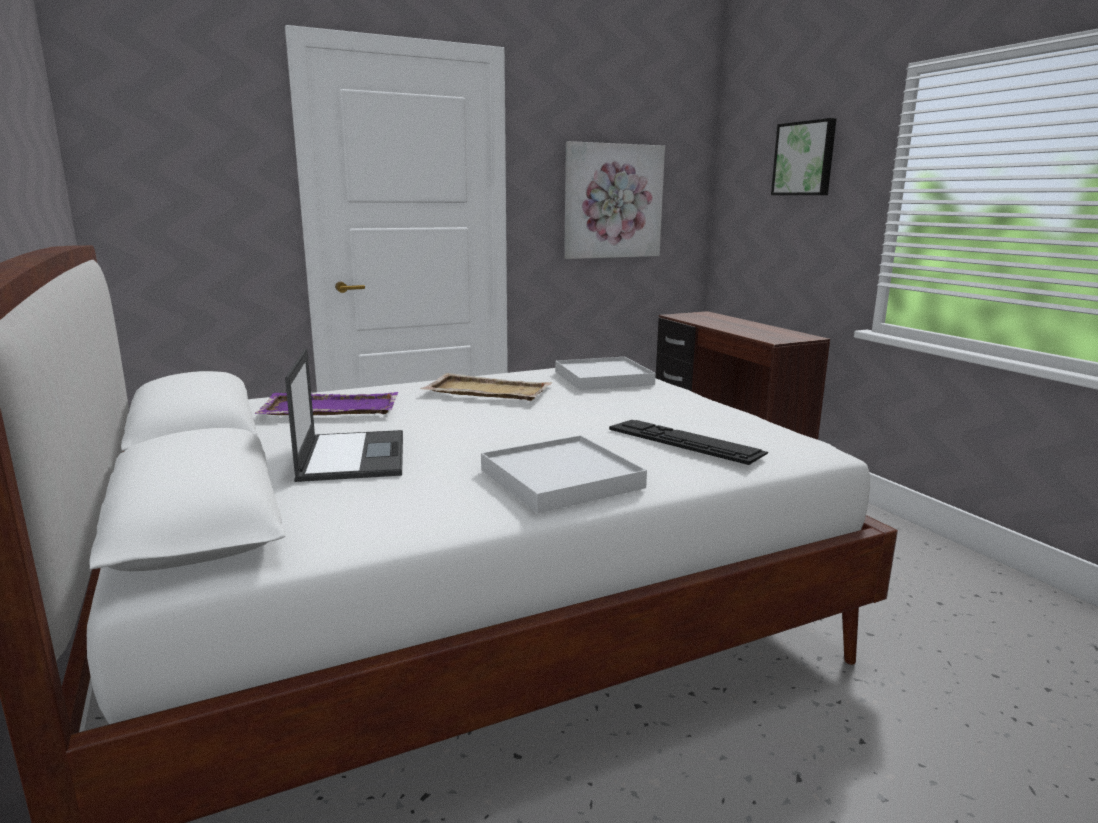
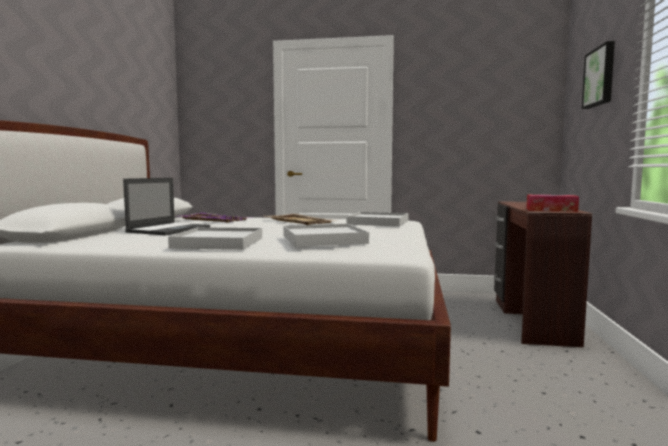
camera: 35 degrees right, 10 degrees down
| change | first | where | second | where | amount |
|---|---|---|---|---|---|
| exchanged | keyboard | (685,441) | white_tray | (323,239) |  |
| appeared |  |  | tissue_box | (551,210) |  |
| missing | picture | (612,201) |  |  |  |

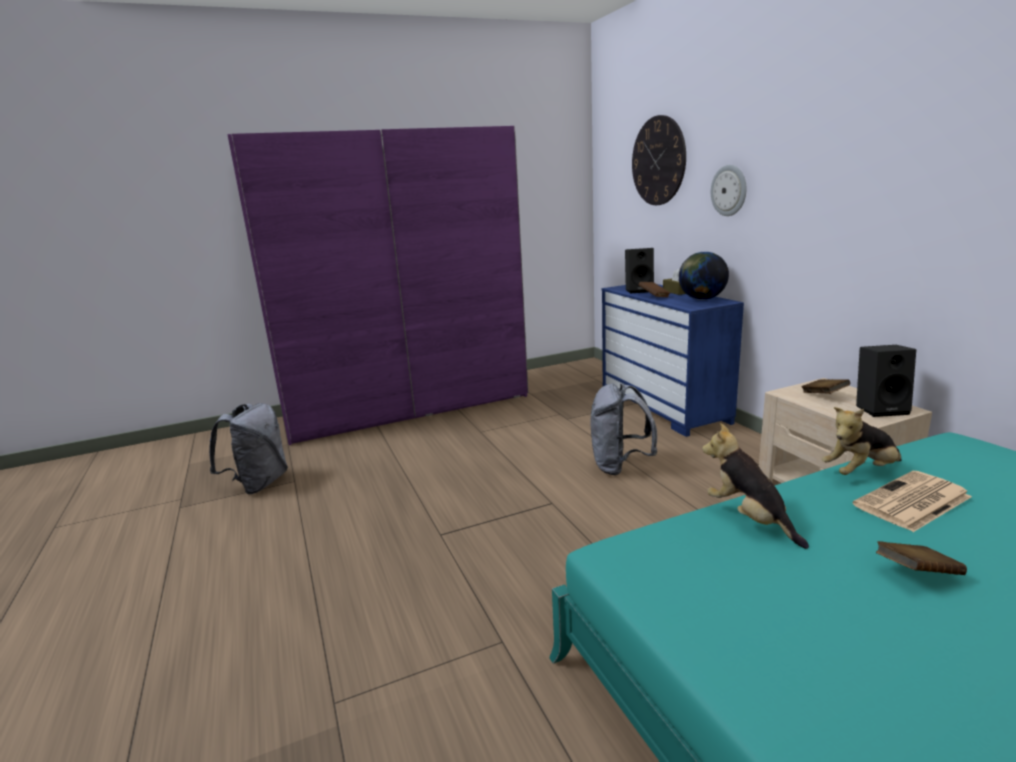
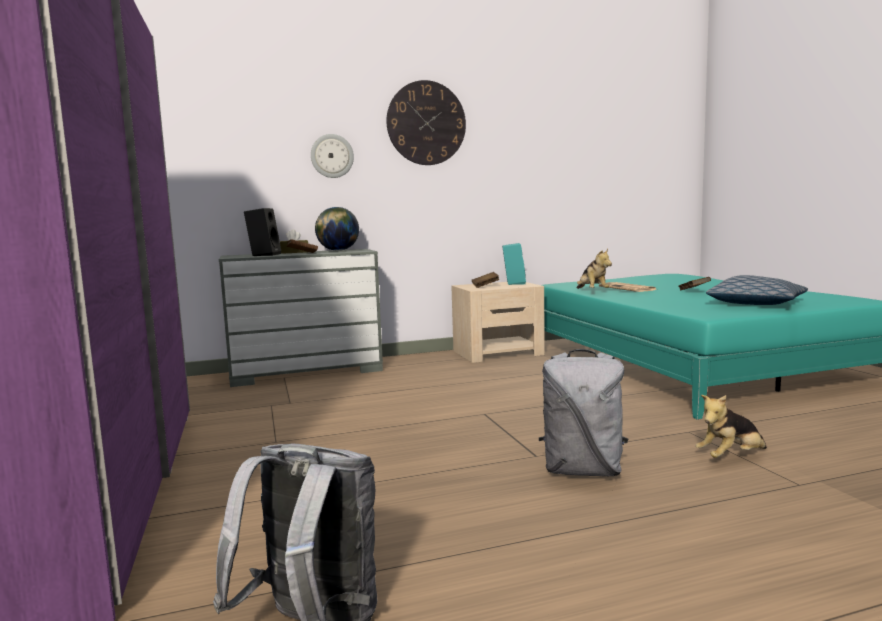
camera: 85 degrees left, 10 degrees down
| change | first | where | second | where | amount |
|---|---|---|---|---|---|
| colour | blue_dresser | (664,406) | grey_dresser | (306,371) |  |
| relocated | wall_clock | (658,161) |  | (426,123) |  |
| colour | black_speaker | (880,409) | turquoise_speaker | (513,283) |  |
| relocated | grey_backpack | (619,466) |  | (582,470) |  |
| relocated | plush_toy | (749,519) |  | (731,457) |  |
| appeared |  |  | pillow | (757,304) |  |

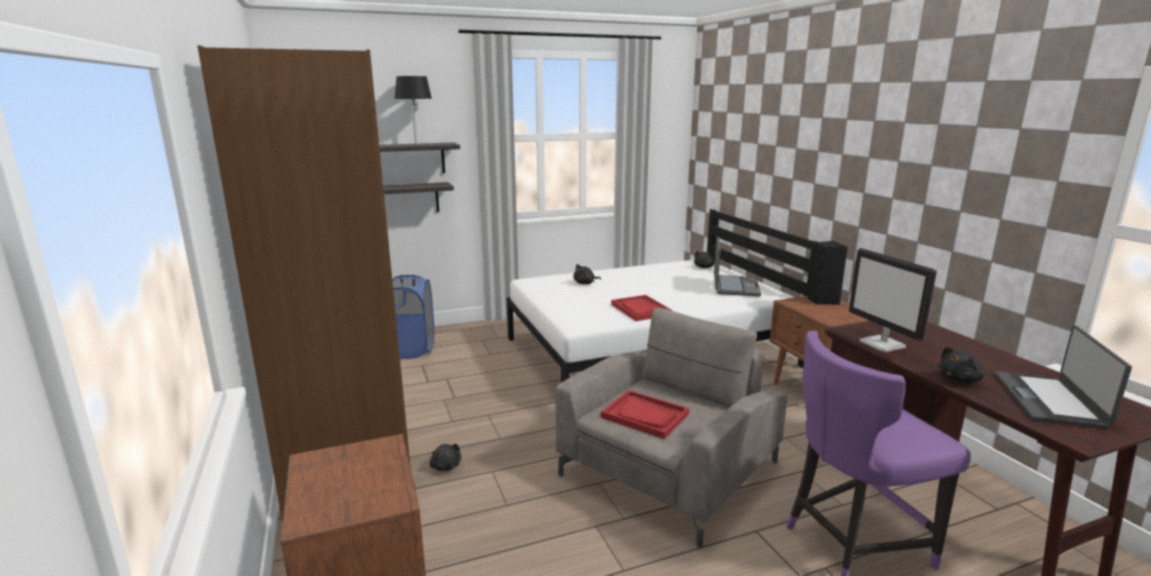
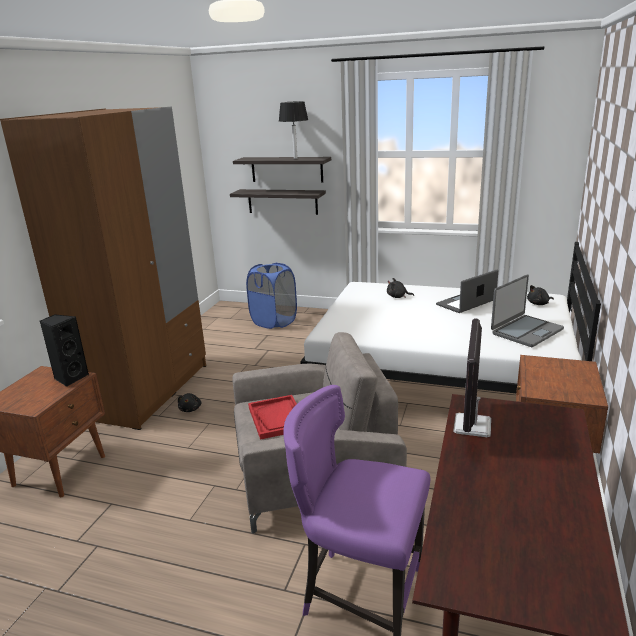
camera: 40 degrees right, 5 degrees up
| change | first | where | second | where | amount |
|---|---|---|---|---|---|
| relocated | black_speaker | (822,301) |  | (70,378) |  |
| relocated | laptop | (1050,400) |  | (466,303) |  |
| missing | red_tray | (640,309) |  |  |  |
| missing | black_plush_toy | (960,379) |  |  |  |

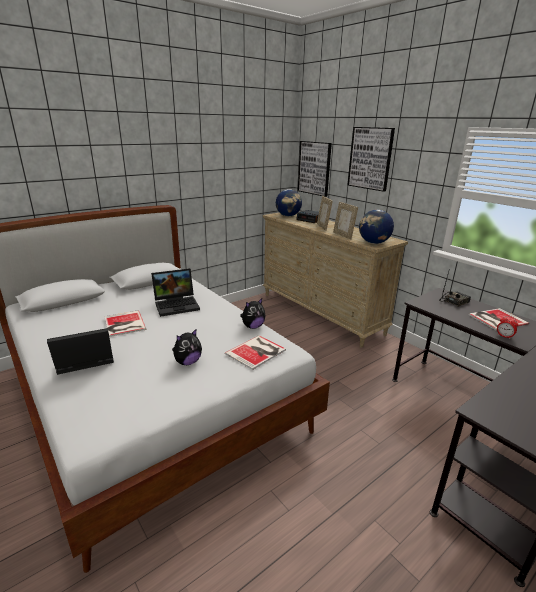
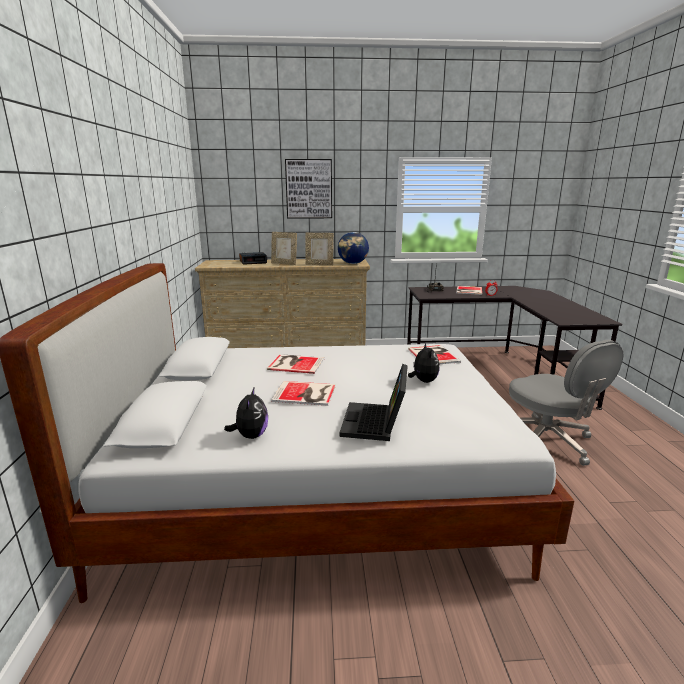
camera: 55 degrees left, 5 degrees down
| change | first | where | second | where | amount |
|---|---|---|---|---|---|
| relocated | plush_toy | (253,326) |  | (250,436) |  |
| exchanged | laptop | (177,305) | book | (295,364) |  |
| appeared |  |  | grey_office_chair | (547,441) |  |
| missing | globe | (288,216) |  |  |  |
| missing | picture | (314,168) |  |  |  |

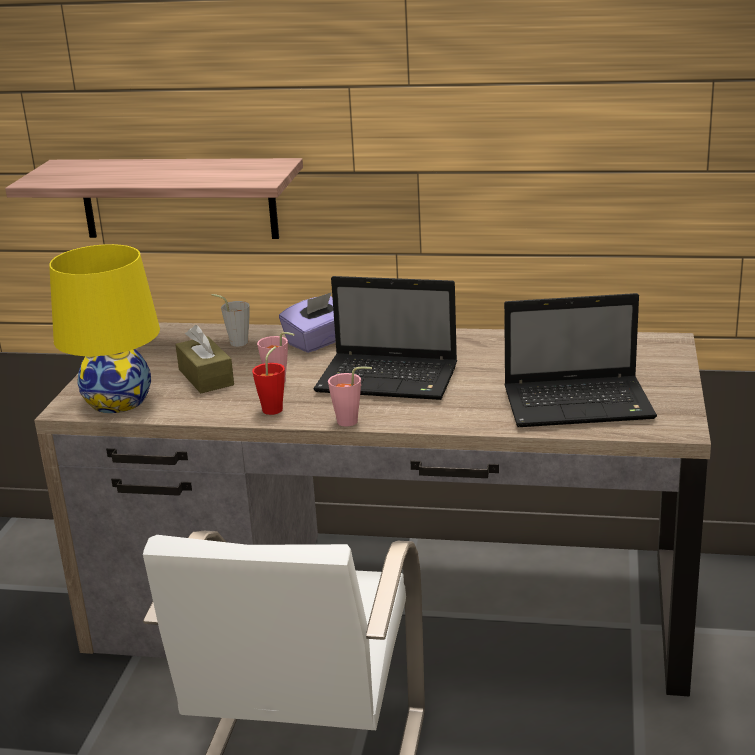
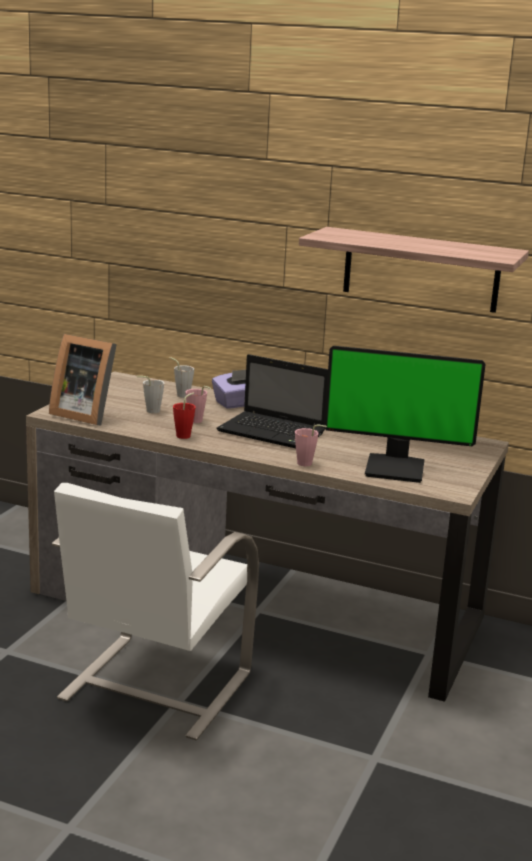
camera: 10 degrees right, 5 degrees down
| change | first | where | second | where | amount |
|---|---|---|---|---|---|
| exchanged | yellow_table_lamp | (118,401) | picture_frame | (85,414) |  |
| exchanged | brown_tissue_box | (206,377) | grey_cup | (149,411) |  |
| relocated | pink_cup | (352,422) |  | (307,464) |  |
| relocated | shelf | (178,198) |  | (421,270) |  |
| exchanged | laptop | (581,404) | monitor | (396,468) |  |

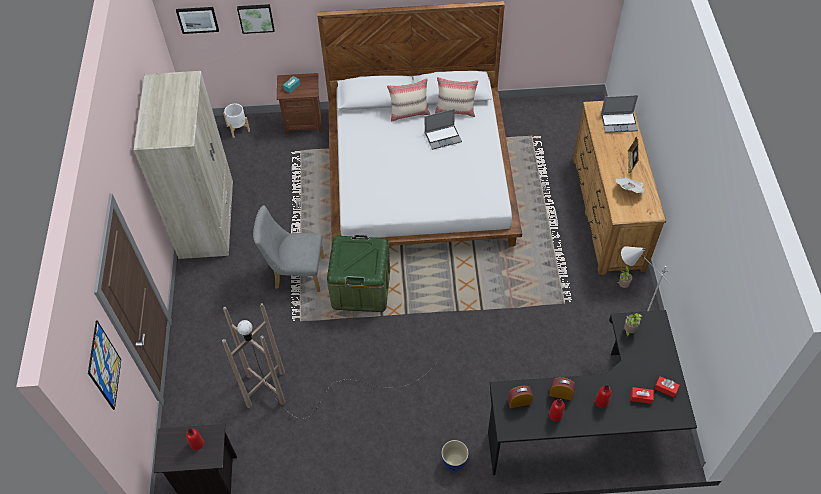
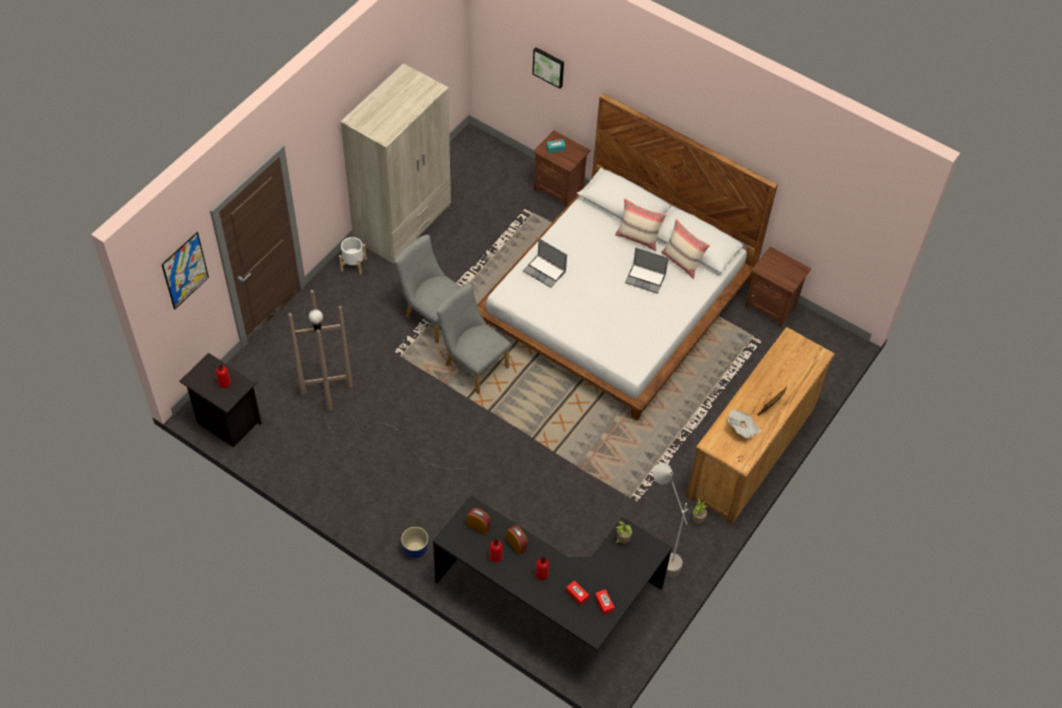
camera: 35 degrees right, 0 degrees up
| change | first | where | second | where | amount |
|---|---|---|---|---|---|
| relocated | white_planter | (238,128) |  | (353,264) |  |
| exchanged | green_storage_box | (361,288) | grey_chair | (473,364) |  |
| relocated | laptop | (619,122) |  | (545,271) |  |
| appeared |  |  | brown_nightstand | (771,306) |  |
| missing | picture | (197,19) |  |  |  |

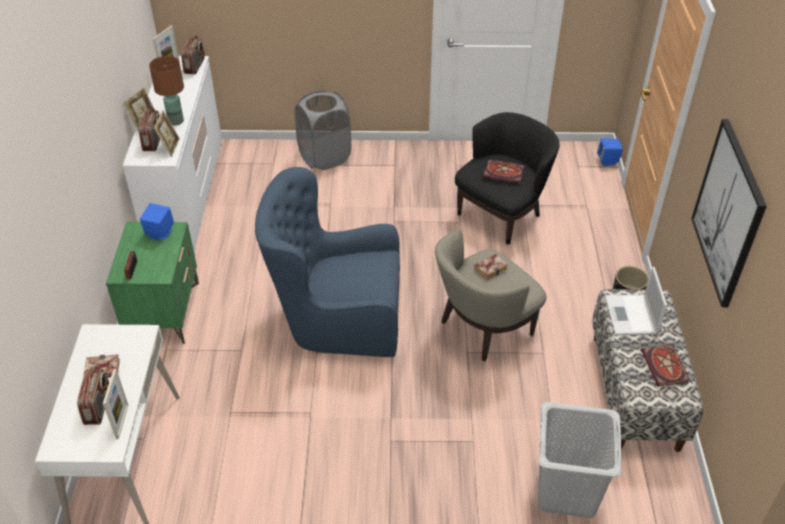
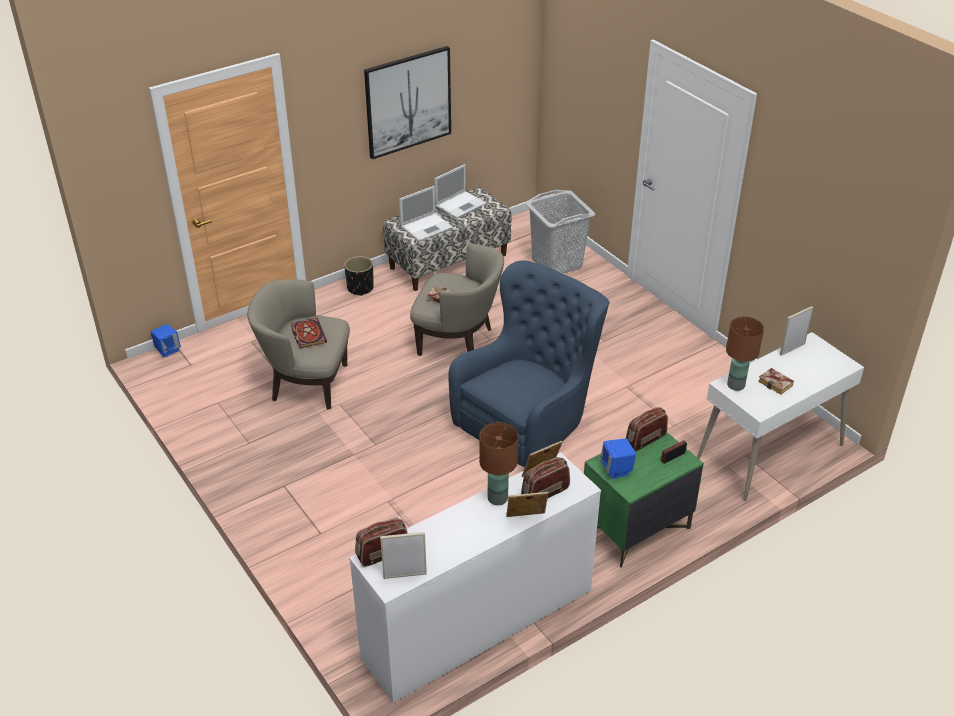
camera: 125 degrees left, 5 degrees down
| change | first | where | second | where | amount |
|---|---|---|---|---|---|
| colour | black_armchair | (501,214) | beige_armchair | (306,383) |  |
| exchanged | book | (665,367) | laptop | (461,204) |  |
| spun | blue_armchair | (336,319) |  | (529,419) | 105 degrees counterclockwise |
| relocated | radio | (98,406) |  | (645,439) |  |
| appeared |  |  | brown_table_lamp | (735,385) |  |
| missing | grey_laundry_basket | (324,157) |  |  |  |

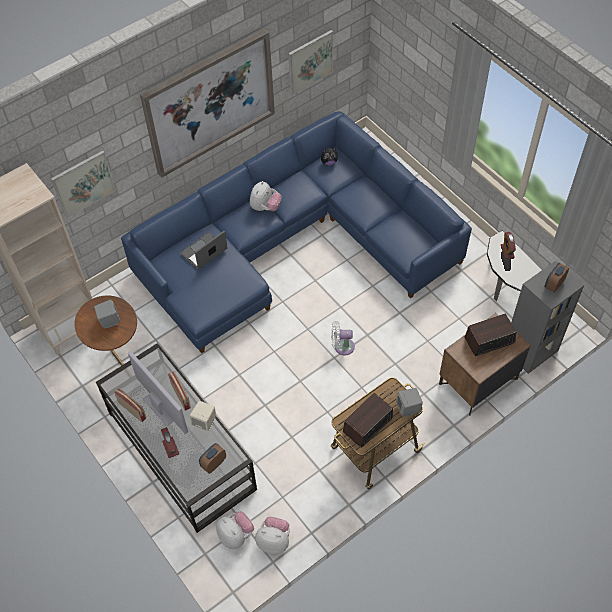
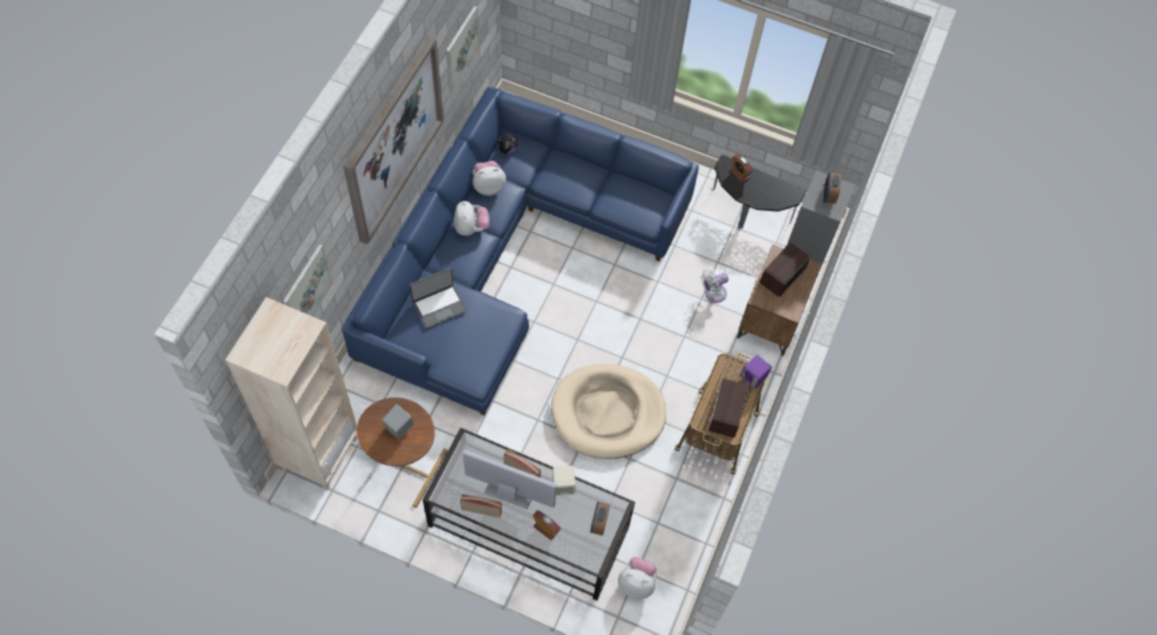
camera: 35 degrees left, 5 degrees up
| change | first | where | second | where | amount |
|---|---|---|---|---|---|
| spun | laptop | (204,252) |  | (439,306) | 135 degrees counterclockwise |
| relocated | plush_toy | (274,541) |  | (488,186) |  |
| appeared |  |  | beige_dog_bed | (608,413) |  |
| relocated | white_fan | (342,346) |  | (713,294) |  |
| colour | grey_speaker | (408,408) | purple_speaker | (753,378) |  |

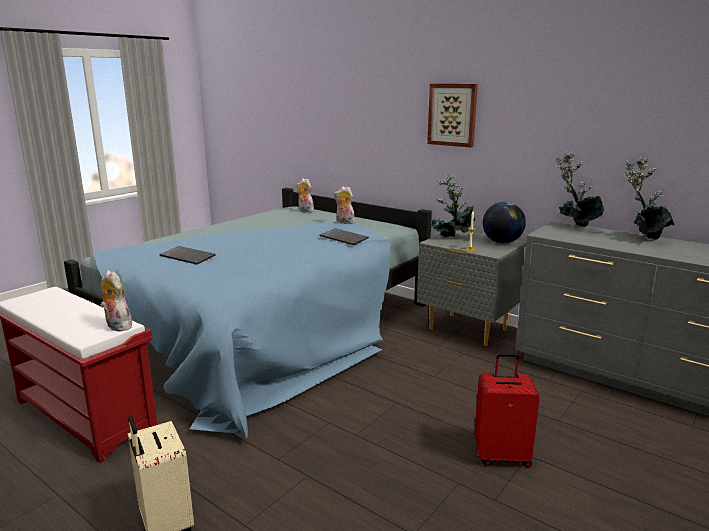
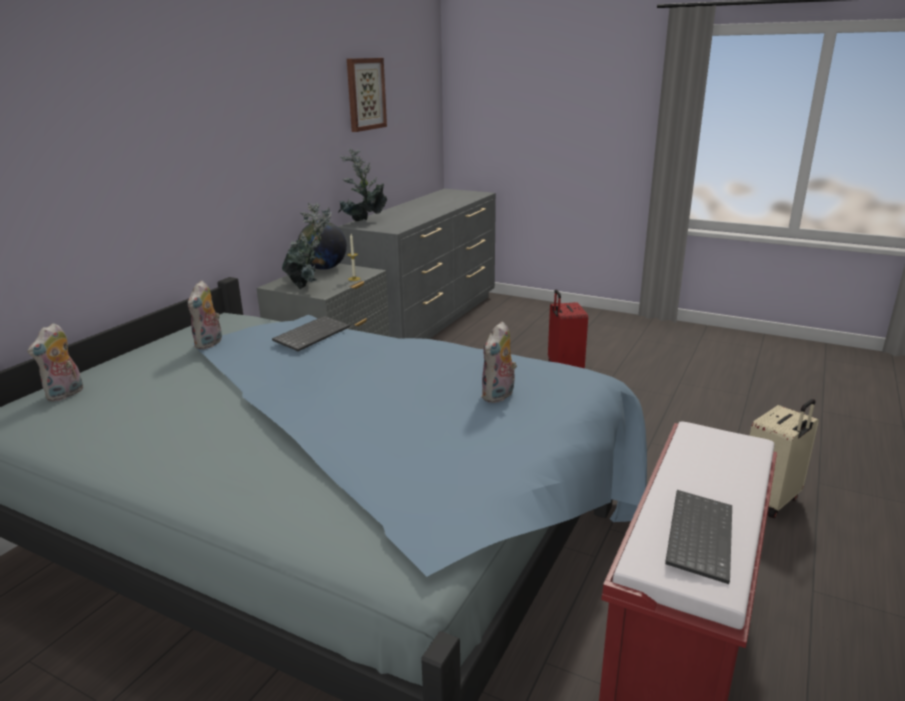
camera: 100 degrees left, 5 degrees up
| change | first | where | second | where | amount |
|---|---|---|---|---|---|
| relocated | picture | (452,114) |  | (365,94) |  |
| relocated | plush_toy | (117,326) |  | (499,396) |  |
| relocated | keyboard | (188,256) |  | (697,535) |  |
| missing | potted_plant | (643,239) |  |  |  |

